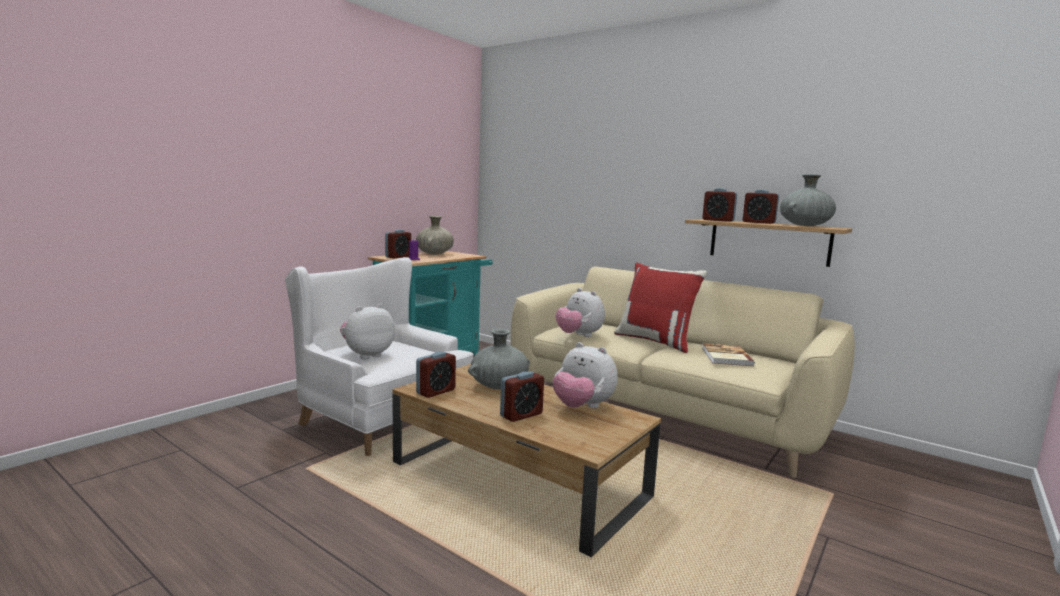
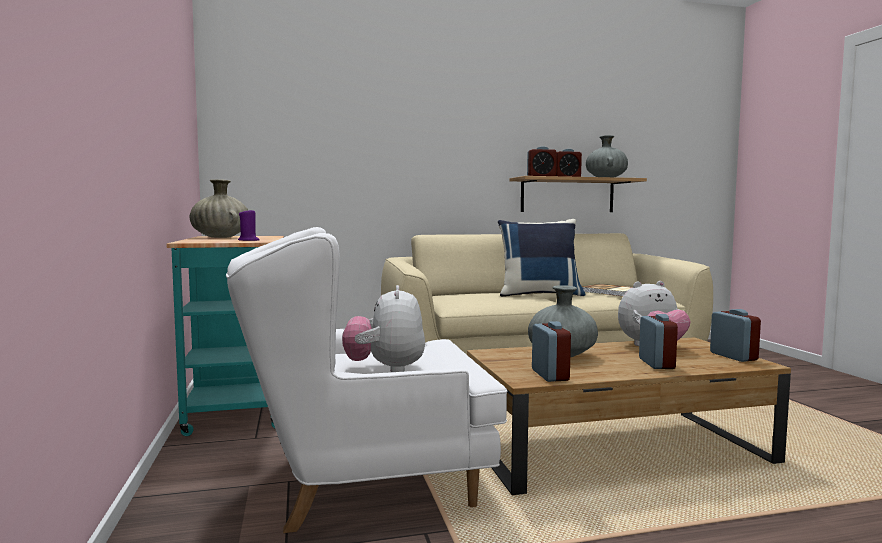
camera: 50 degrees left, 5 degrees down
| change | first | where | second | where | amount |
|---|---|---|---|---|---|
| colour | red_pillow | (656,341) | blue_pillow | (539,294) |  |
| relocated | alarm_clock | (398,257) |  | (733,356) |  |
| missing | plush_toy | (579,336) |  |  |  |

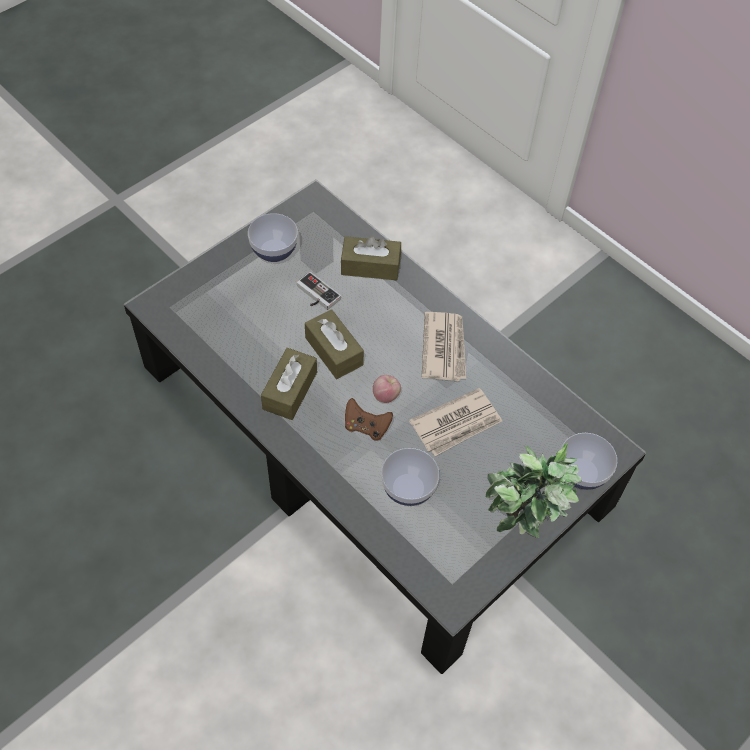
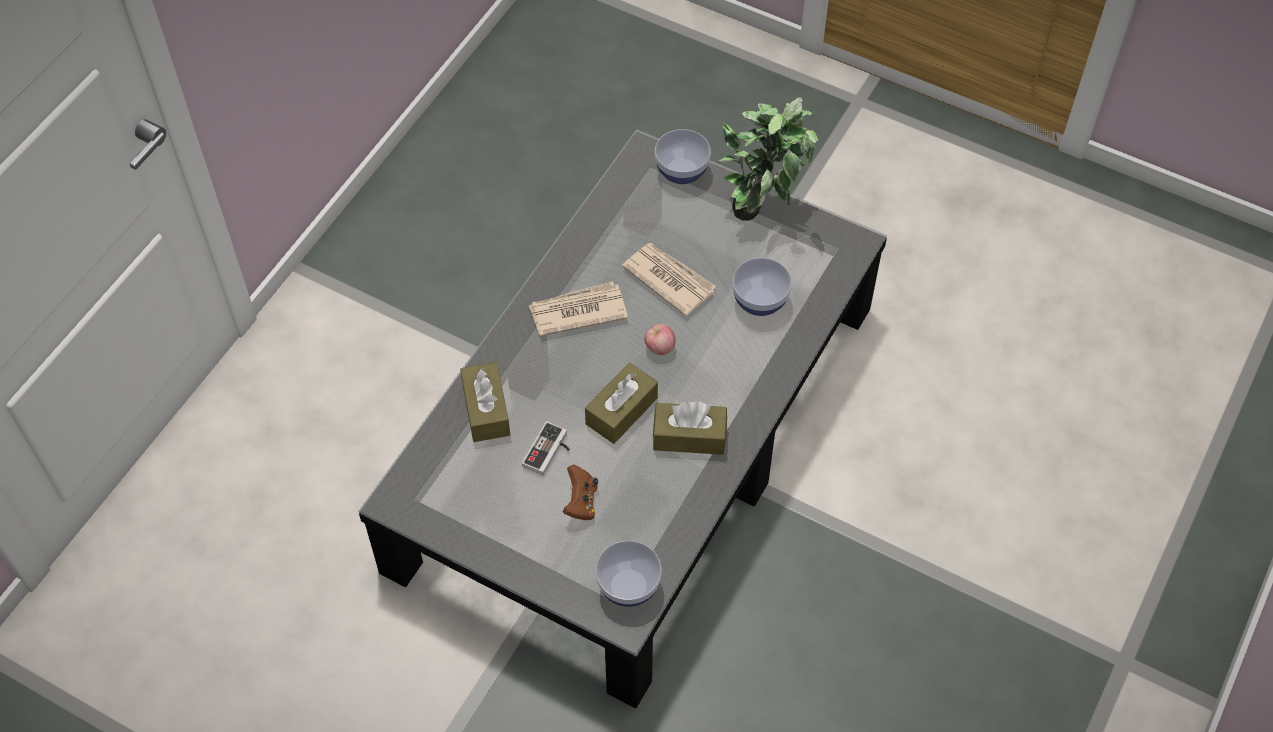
camera: 105 degrees left, 0 degrees up
| change | first | where | second | where | amount |
|---|---|---|---|---|---|
| relocated | brown_game_controller | (366,427) |  | (581,502) |  |
| relocated | bowl | (274,251) |  | (628,587) |  |

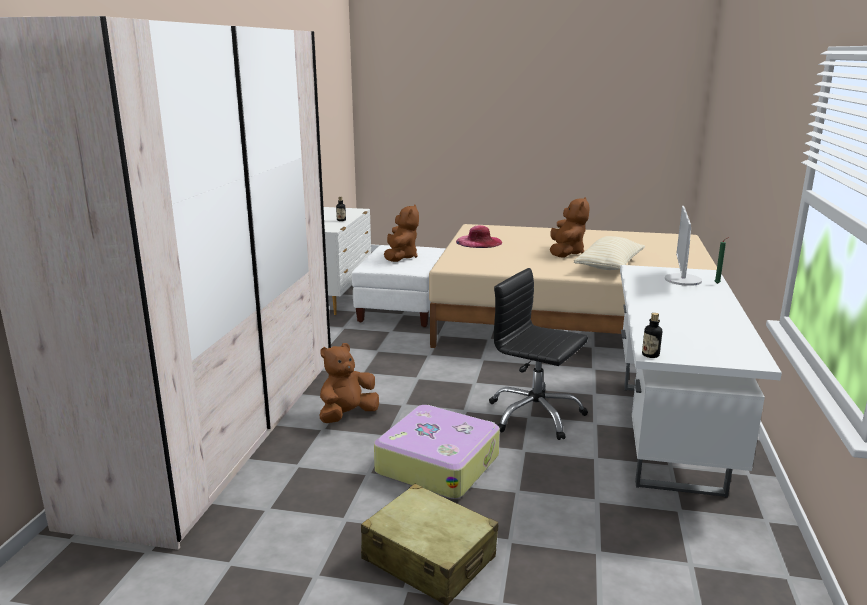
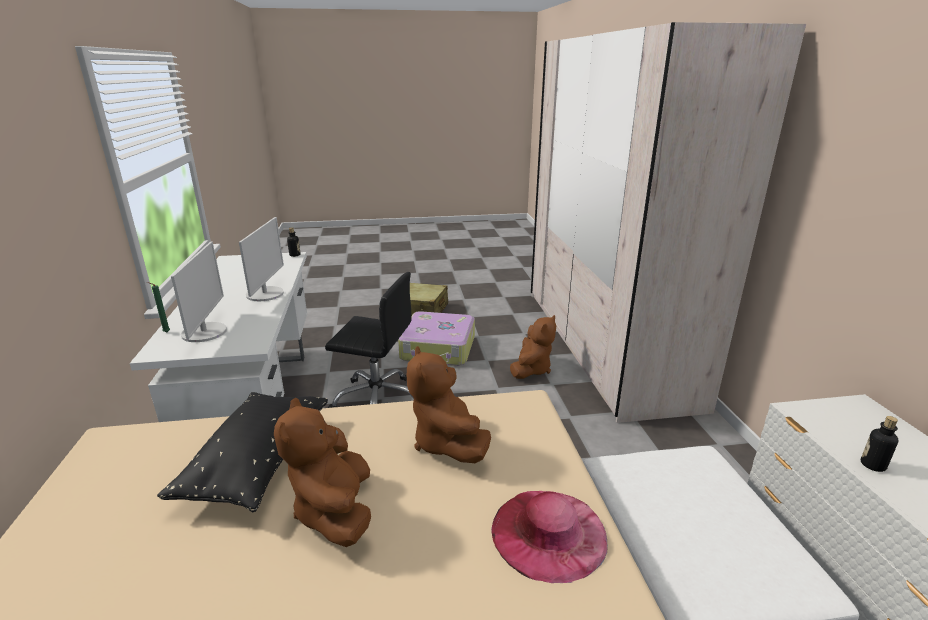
camera: 160 degrees right, 5 degrees up
| change | first | where | second | where | amount |
|---|---|---|---|---|---|
| colour | beige_pillow | (609,266) | black_pillow | (257,462) |  |
| appeared |  |  | monitor | (265,294) |  |
| relocated | brown_plush_toy | (400,257) |  | (447,443) |  |

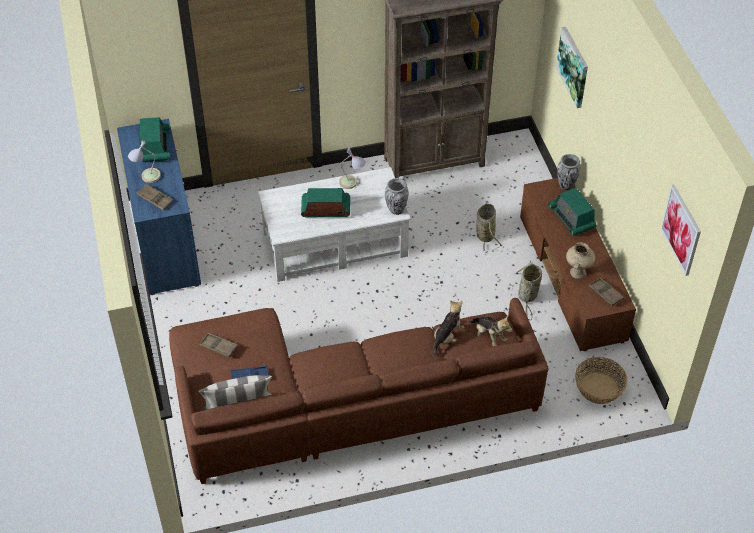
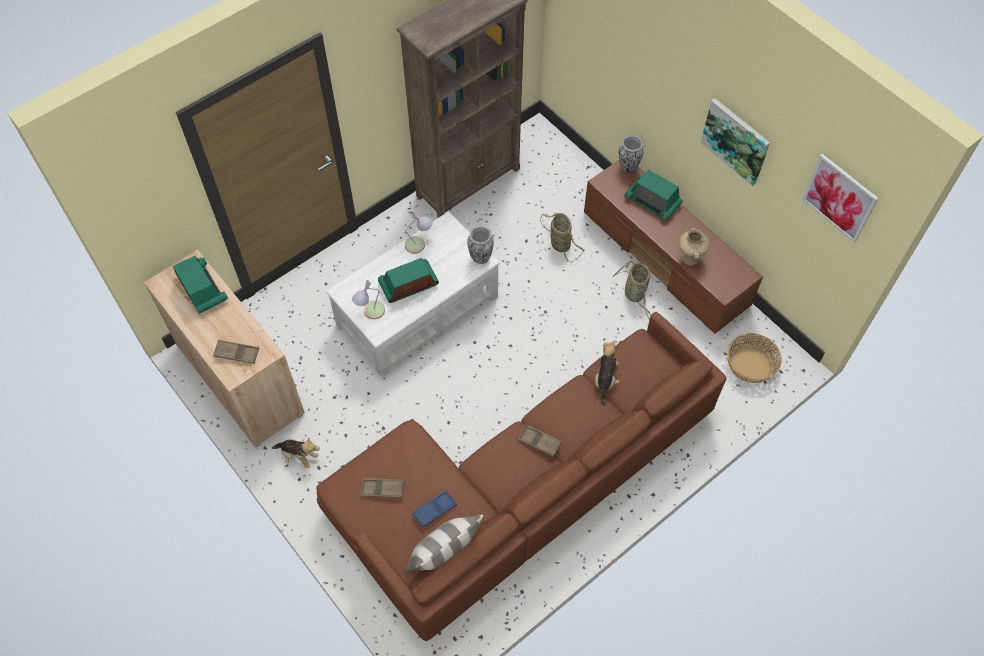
camera: 25 degrees left, 10 degrees up
| change | first | where | second | where | amount |
|---|---|---|---|---|---|
| colour | blue_cabinet | (166,243) | beige_cabinet | (240,379) |  |
| relocated | plush_toy | (489,336) |  | (298,456) |  |
| relocated | table_lamp | (146,176) |  | (370,312) |  |
| relocated | brown_tray | (605,293) |  | (539,442) |  |
| relocated | picture | (574,67) |  | (736,141) |  |

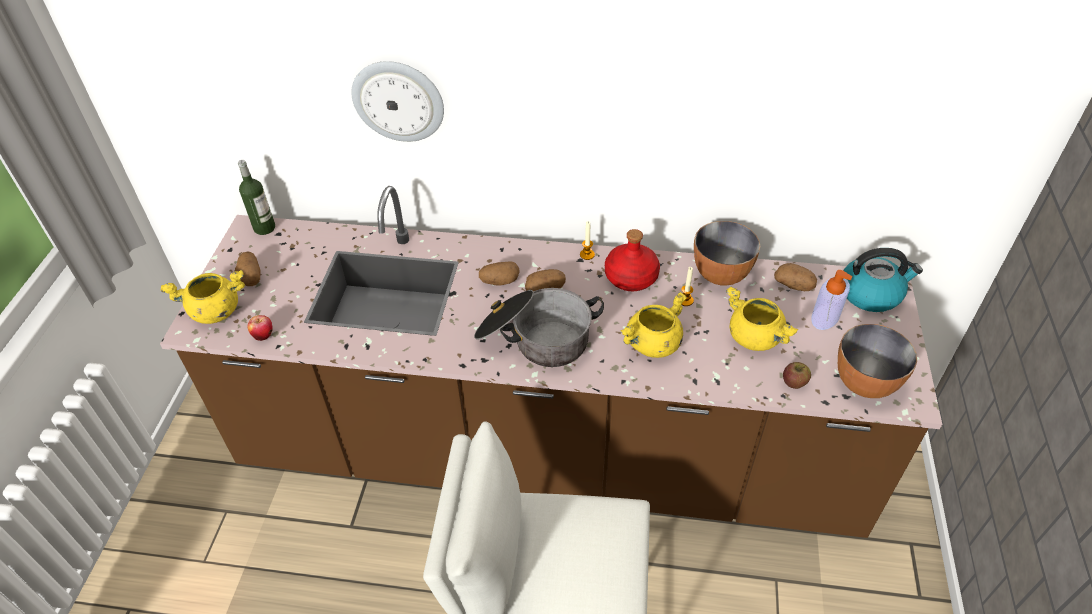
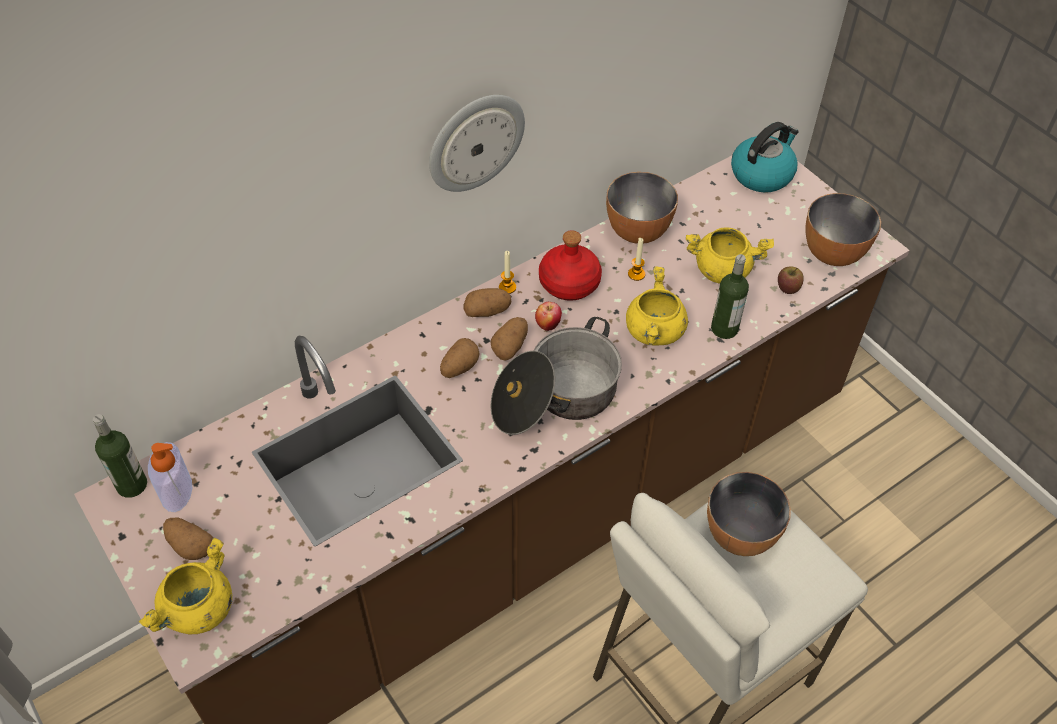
camera: 45 degrees left, 5 degrees up
| change | first | where | second | where | amount |
|---|---|---|---|---|---|
| relocated | soap_dispenser | (825,317) |  | (176,491) |  |
| relocated | wall_clock | (398,101) |  | (475,141) |  |
| relocated | potato | (794,285) |  | (487,311) |  |
| relocated | apple | (263,336) |  | (548,325) |  |
| appeared |  |  | bowl | (740,534) |  |
| appeared |  |  | bottle | (724,329) |  |

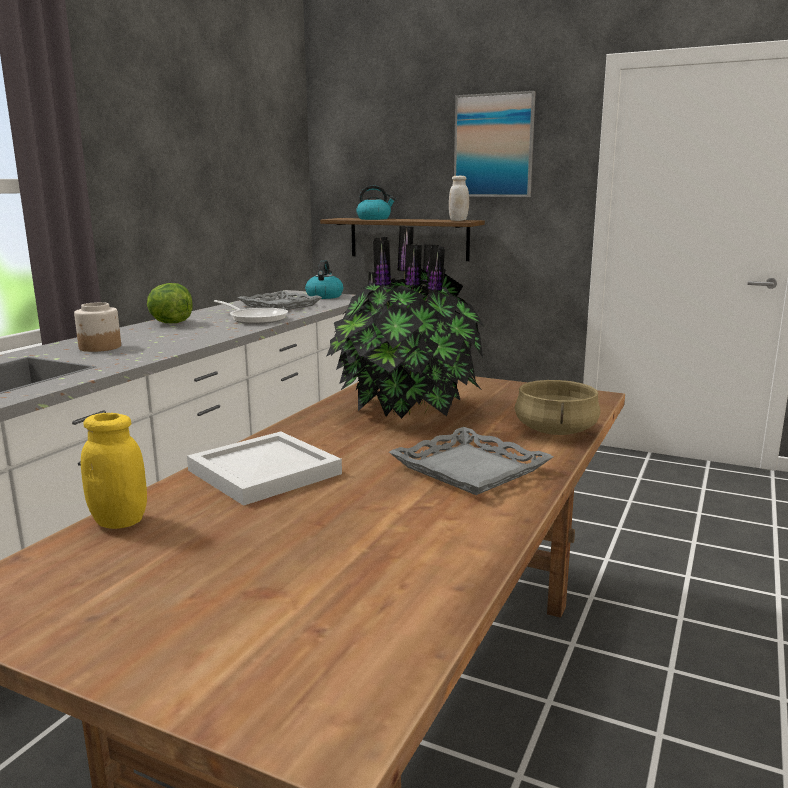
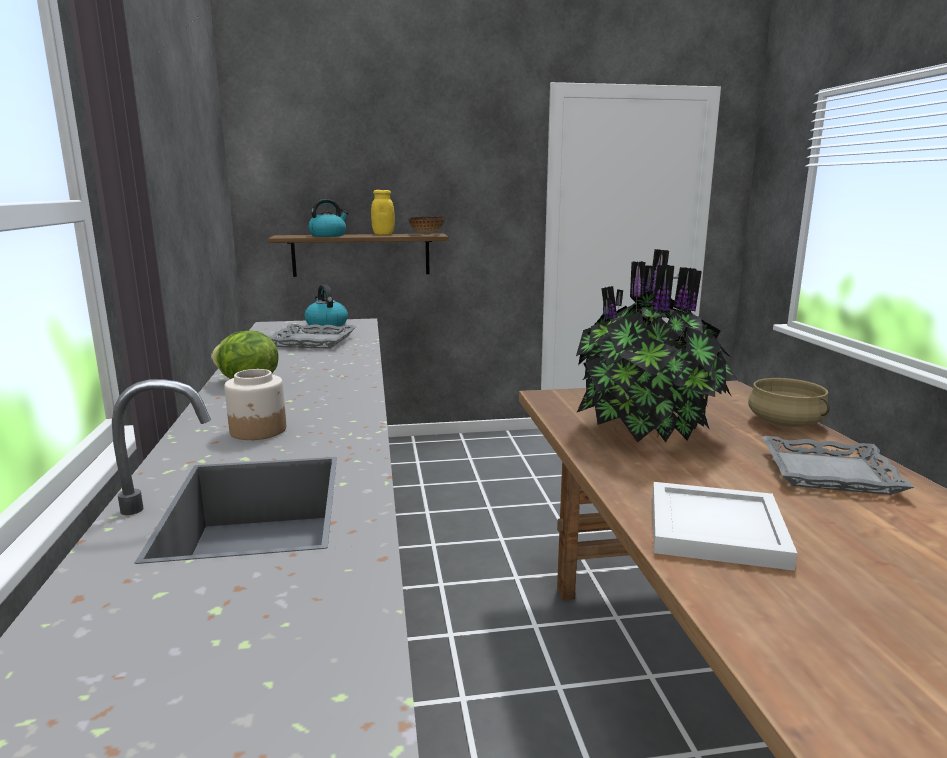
camera: 35 degrees left, 0 degrees up
| change | first | where | second | where | amount |
|---|---|---|---|---|---|
| relocated | yellow_jar | (119,521) |  | (383,234) |  |
| exchanged | white_jar | (458,220) | bowl | (426,234) |  |
| missing | frying_pan | (255,318) |  |  |  |
| missing | picture | (494,146) |  |  |  |

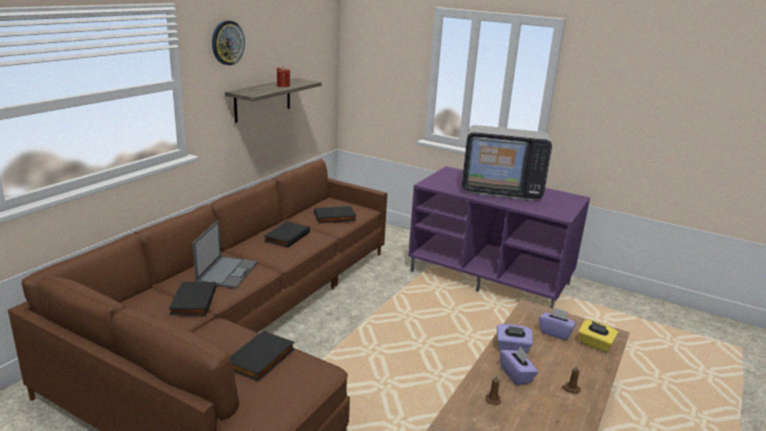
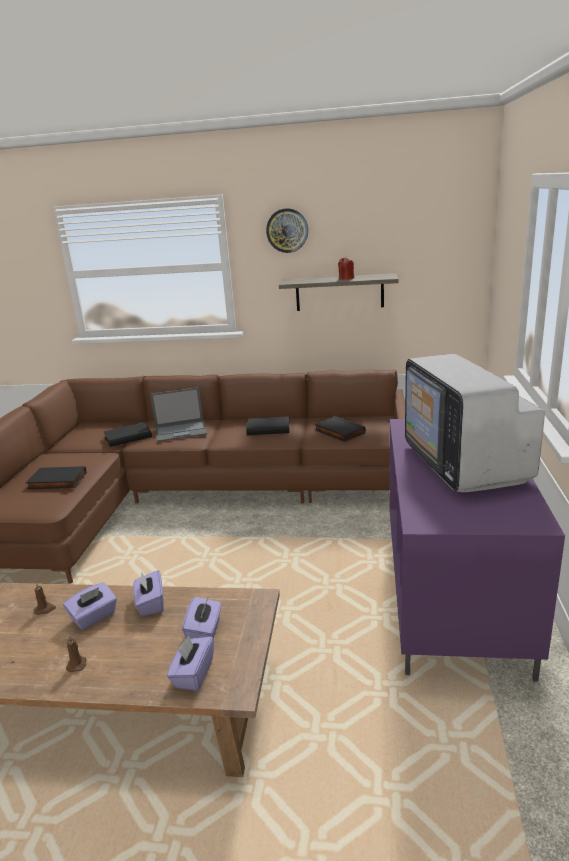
camera: 70 degrees right, 0 degrees up
| change | first | where | second | where | amount |
|---|---|---|---|---|---|
| colour | yellow_tissue_box | (595,344) | purple_tissue_box | (193,674) |  |

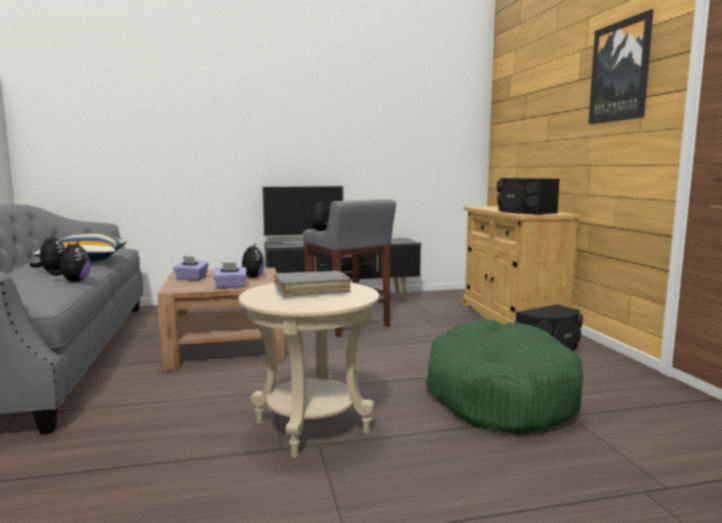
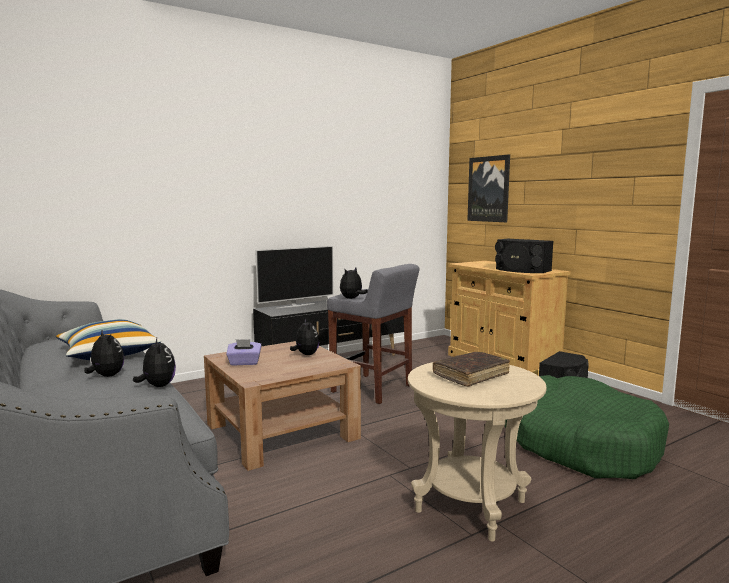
camera: 20 degrees left, 0 degrees up
| change | first | where | second | where | amount |
|---|---|---|---|---|---|
| colour | grey_book | (312,291) | brown_book | (471,375) |  |
| relocated | picture | (620,71) |  | (489,189) |  |
| missing | purple_tissue_box | (230,286) |  |  |  |

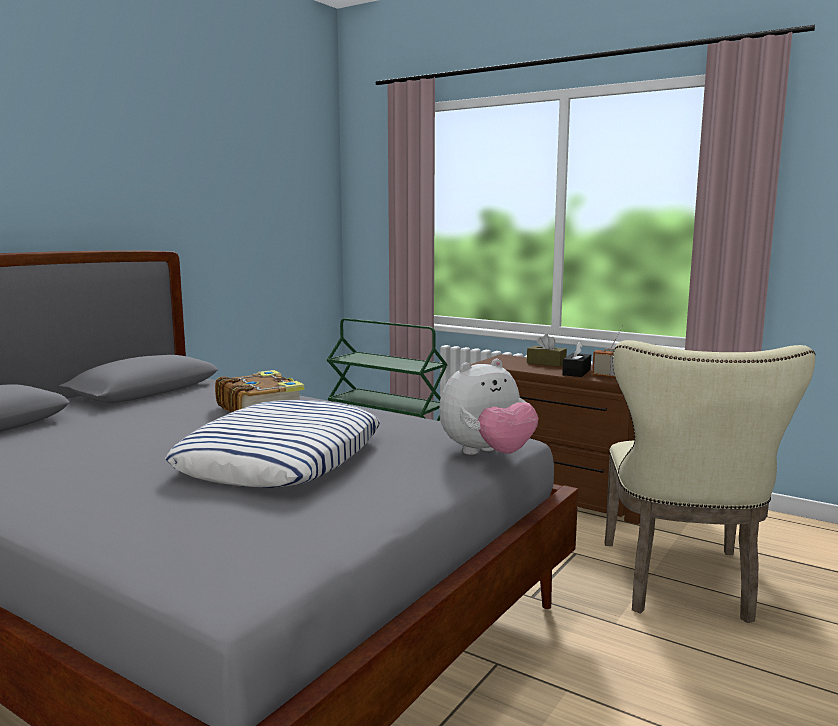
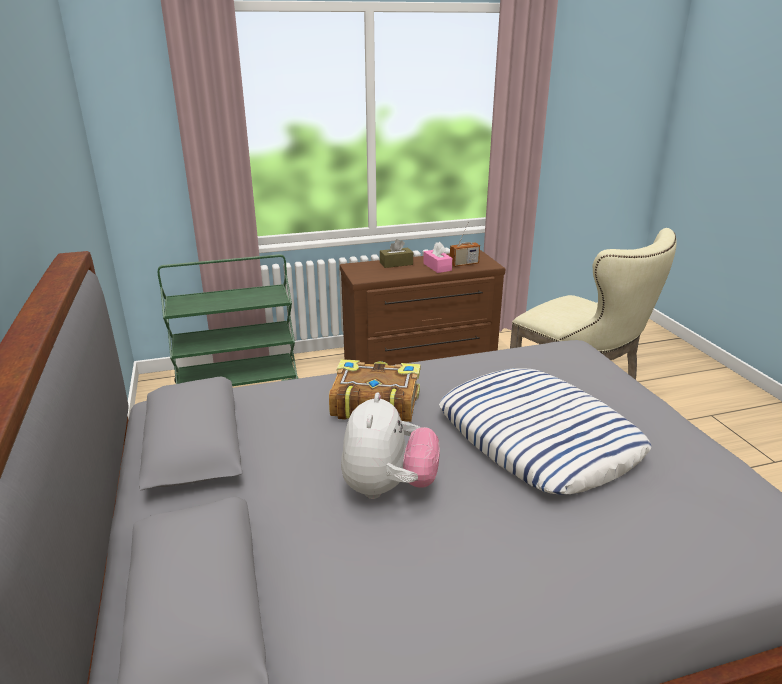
camera: 50 degrees left, 15 degrees up
| change | first | where | second | where | amount |
|---|---|---|---|---|---|
| relocated | plush_toy | (487,454) |  | (388,488) |  |
| colour | black_tissue_box | (576,372) | pink_tissue_box | (437,267) |  |

